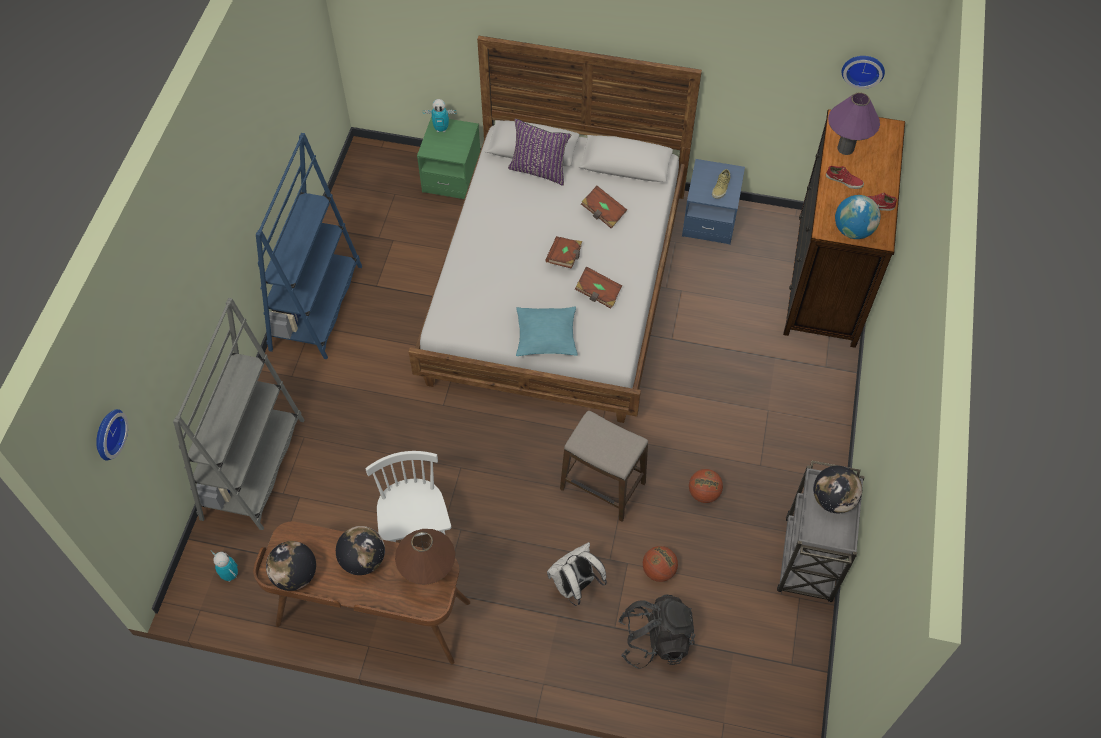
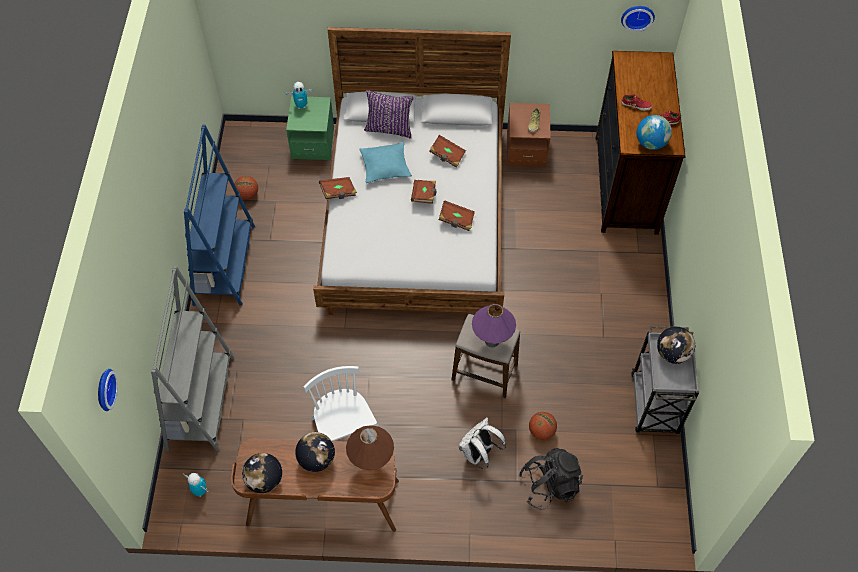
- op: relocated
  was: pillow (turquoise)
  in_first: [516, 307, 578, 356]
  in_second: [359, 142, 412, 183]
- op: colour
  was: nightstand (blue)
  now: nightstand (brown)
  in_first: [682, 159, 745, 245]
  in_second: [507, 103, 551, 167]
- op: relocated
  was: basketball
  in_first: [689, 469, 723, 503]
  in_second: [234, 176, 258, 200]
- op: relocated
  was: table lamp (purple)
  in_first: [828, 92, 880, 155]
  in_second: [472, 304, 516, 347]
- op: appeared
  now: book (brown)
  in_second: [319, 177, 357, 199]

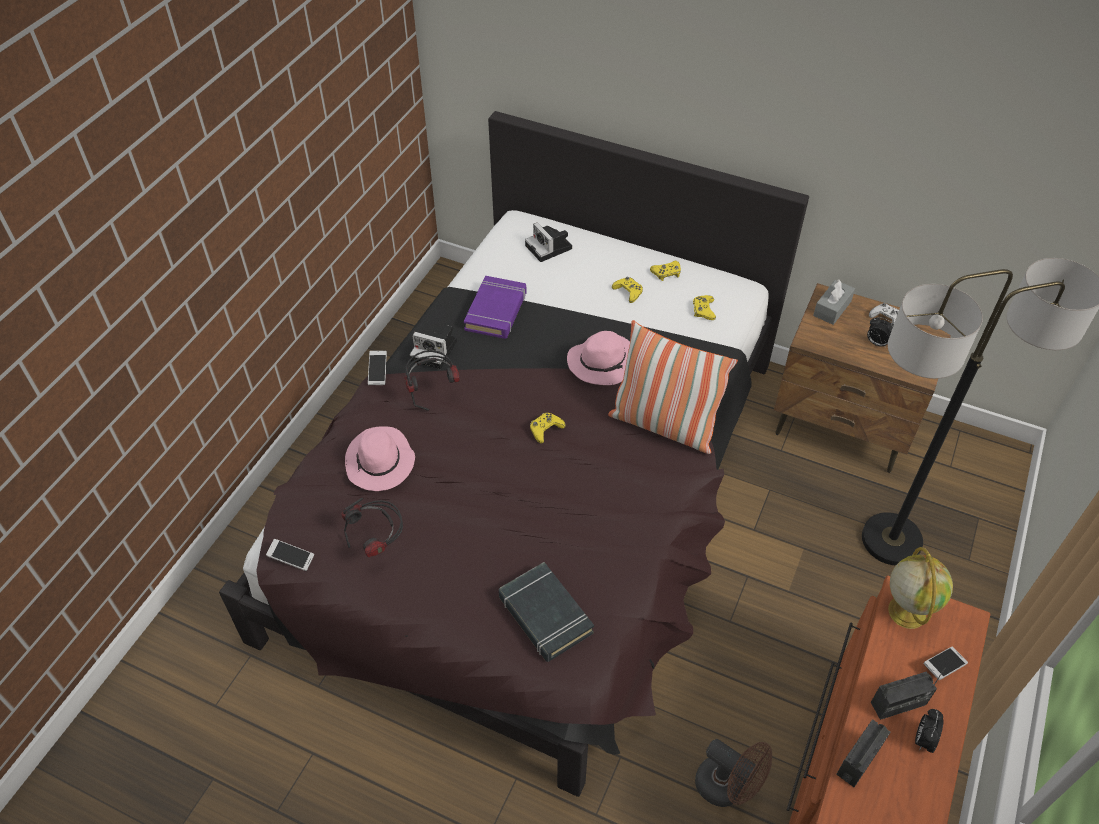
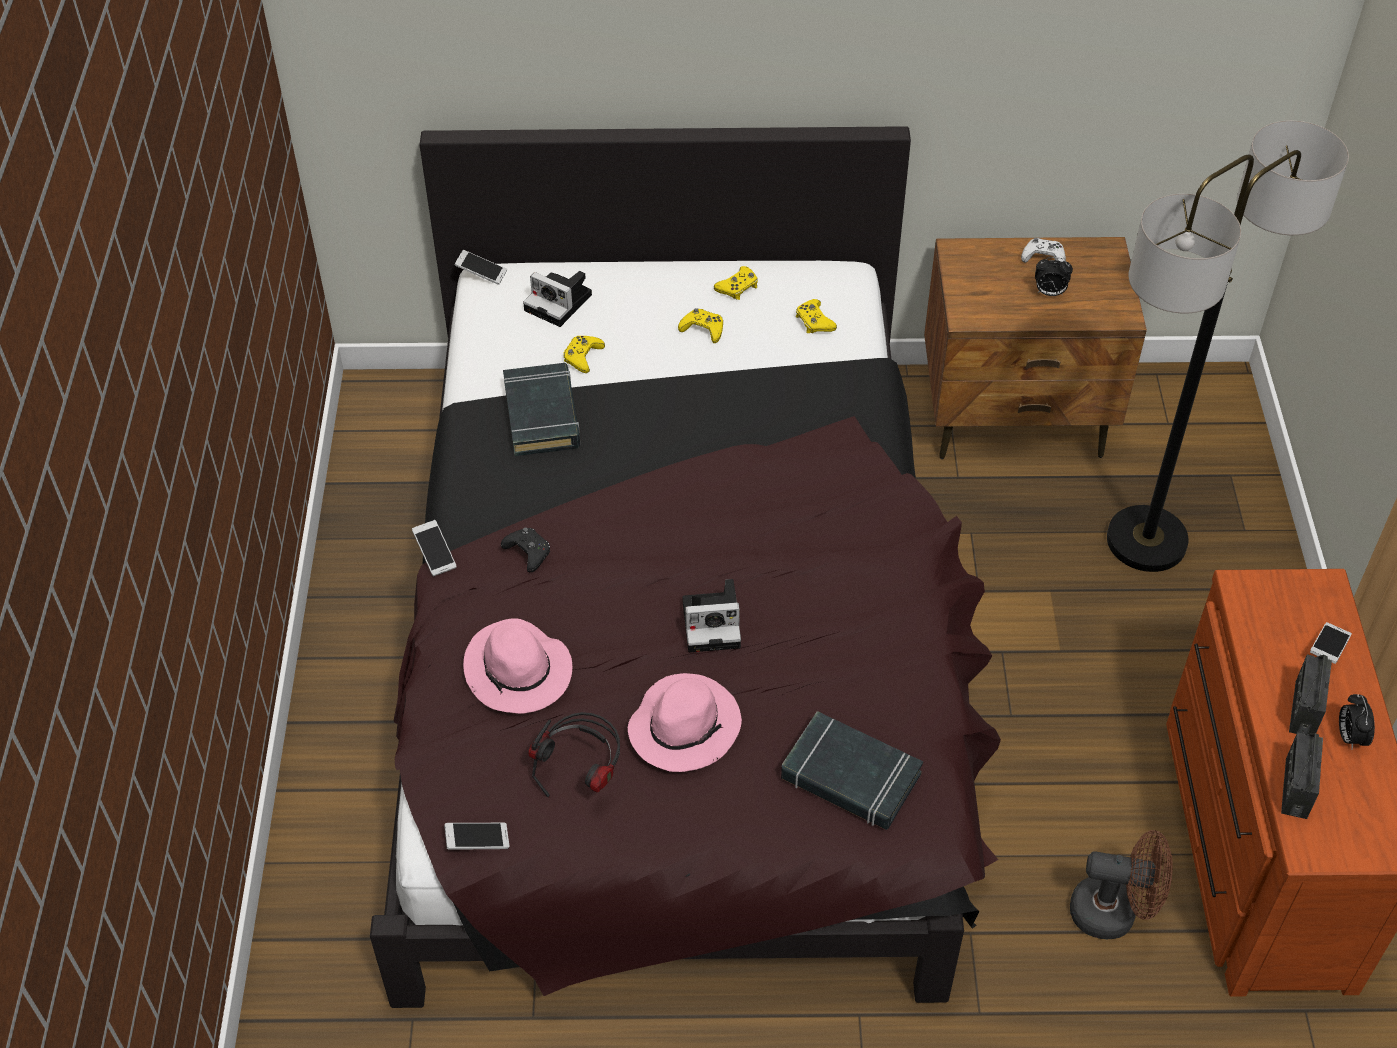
- op: exchanged
  was: headphones
  now: game controller (black)
  in_first: [404, 350, 460, 411]
  in_second: [501, 527, 550, 572]
- op: relocated
  was: photo camera
  in_first: [410, 326, 457, 369]
  in_second: [682, 579, 741, 652]
- op: colour
  was: book (purple)
  now: book (black)
  in_first: [464, 276, 527, 339]
  in_second: [503, 363, 580, 456]
- op: relocated
  was: game controller (yellow)
  in_first: [530, 413, 565, 443]
  in_second: [563, 336, 605, 373]
- op: relocated
  was: hat (pink)
  in_first: [567, 331, 630, 385]
  in_second: [628, 673, 742, 772]
- op: missing
  was: pillow
  in_first: [608, 320, 738, 454]
- op: missing
  was: tissue box (grey)
  in_first: [813, 280, 855, 325]
- op: spun
  was: radio
  in_first: [871, 668, 945, 720]
  in_second: [1289, 654, 1332, 735]
  clockwise: 150
- op: missing
  was: globe
  in_first: [888, 547, 953, 629]
- op: appeared
  now: phone
  in_second: [455, 250, 507, 285]

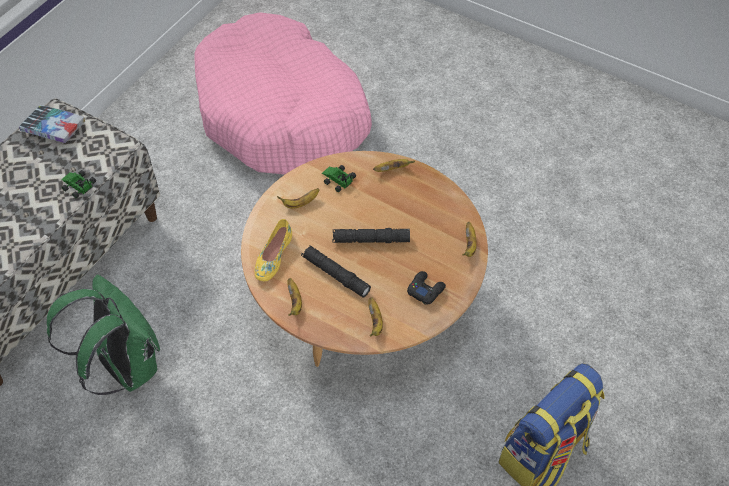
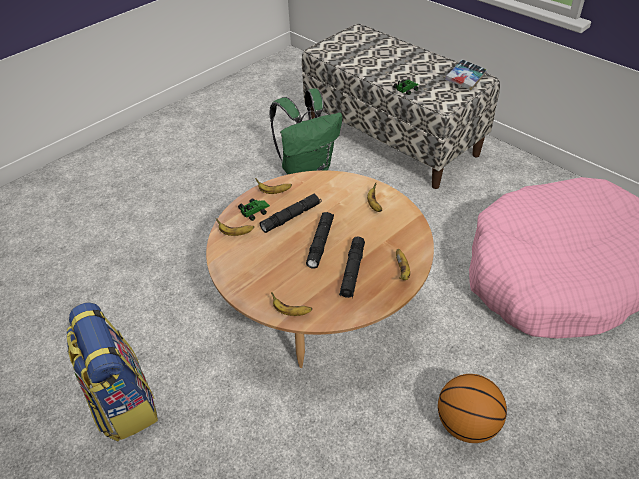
- op: missing
  was: shoe (yellow)
  in_first: [255, 219, 292, 281]
- op: relocated
  was: toy car
  in_first: [322, 165, 356, 192]
  in_second: [238, 198, 270, 221]
- op: missing
  was: game controller (black)
  in_first: [407, 271, 446, 305]
- op: appeared
  now: flashlight (black)
  in_second: [339, 237, 365, 298]
- op: appeared
  now: basketball
  in_second: [438, 374, 507, 443]

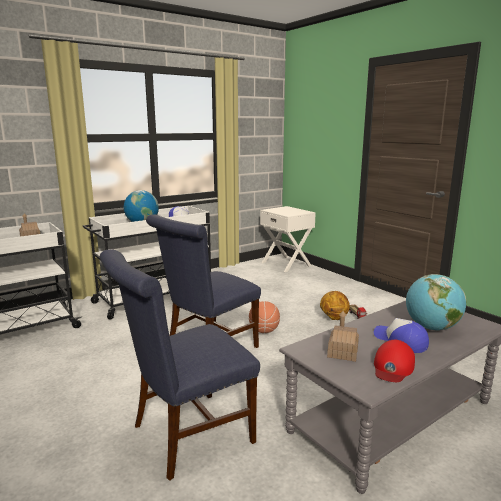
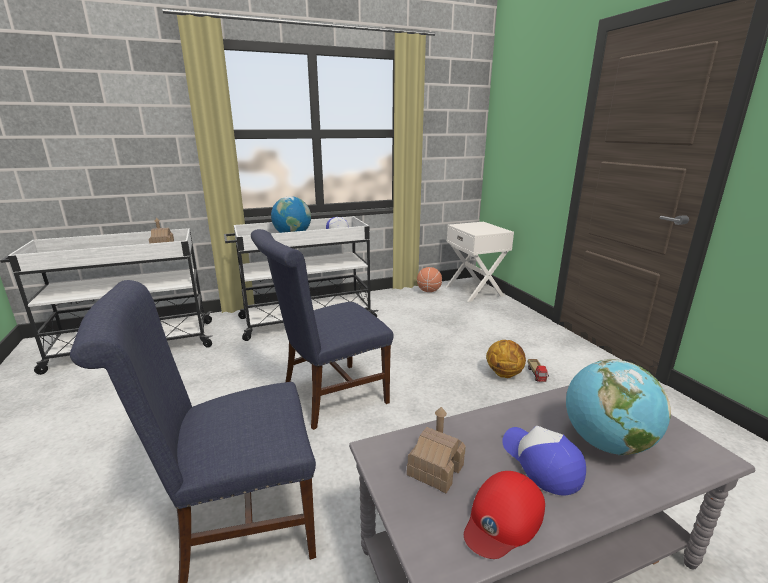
- op: relocated
  was: basketball
  in_first: [249, 301, 280, 333]
  in_second: [417, 267, 442, 292]

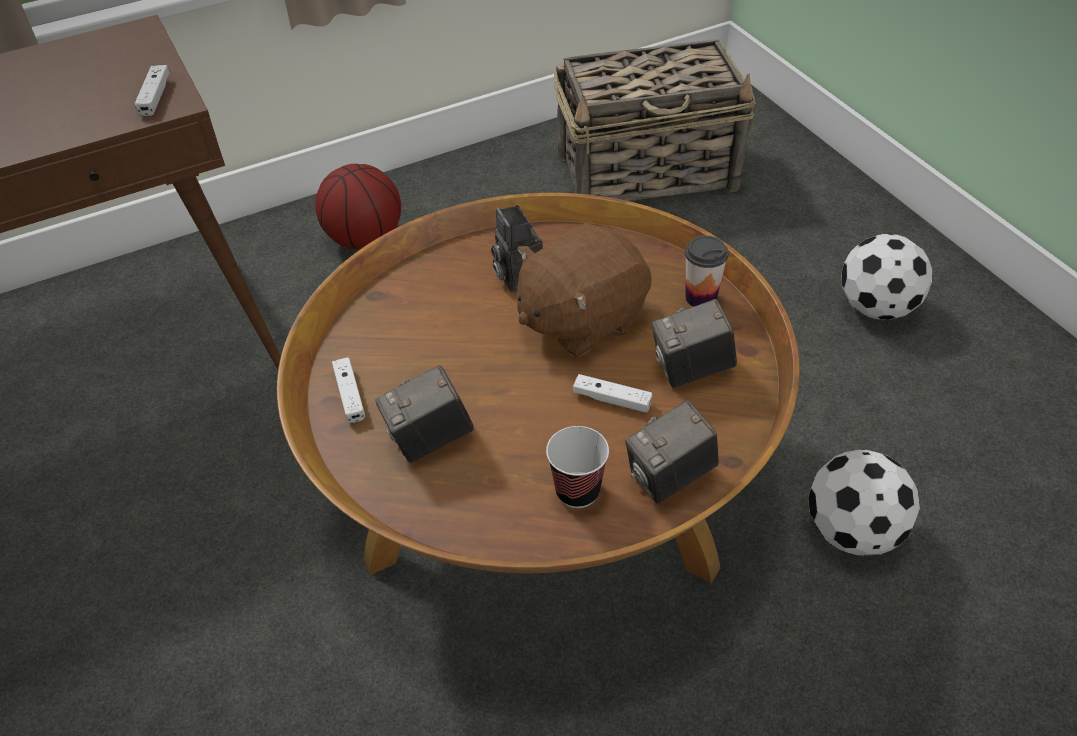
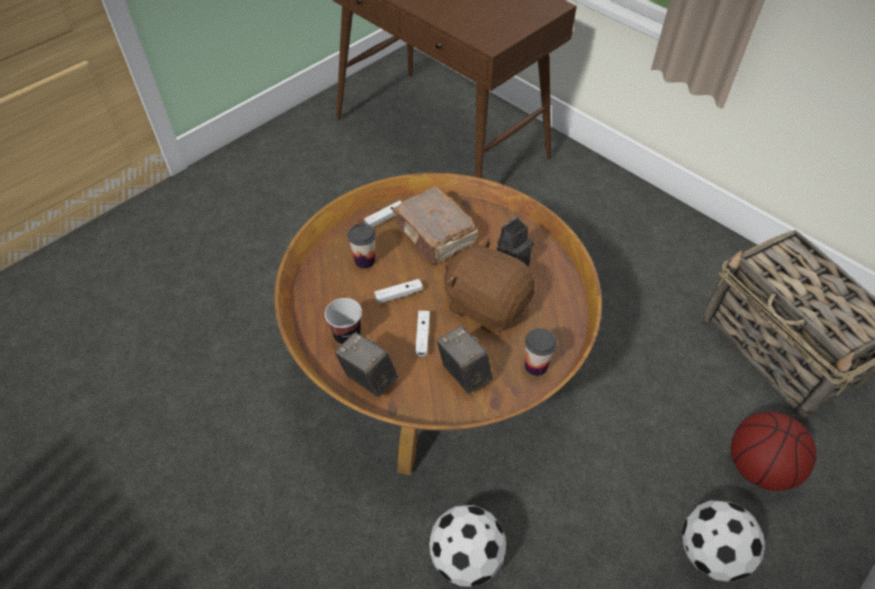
- op: relocated
  was: game controller (white)
  in_first: [134, 65, 170, 116]
  in_second: [374, 279, 423, 304]
- op: relocated
  was: basketball
  in_first: [315, 164, 401, 249]
  in_second: [731, 412, 816, 491]
- op: exchanged
  was: photo camera
  now: cup
  in_first: [375, 365, 474, 463]
  in_second: [348, 223, 376, 269]
- op: appeared
  now: book (brown)
  in_second: [393, 187, 478, 265]

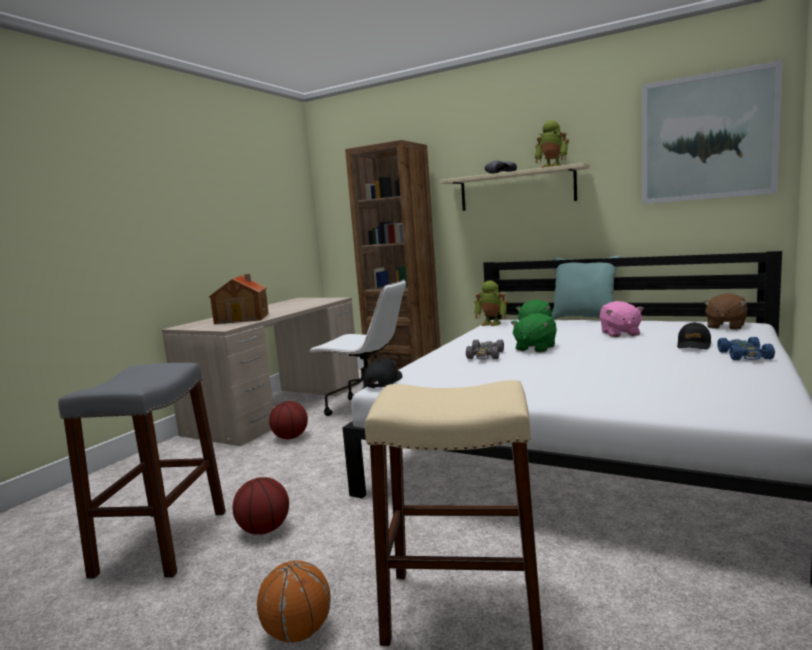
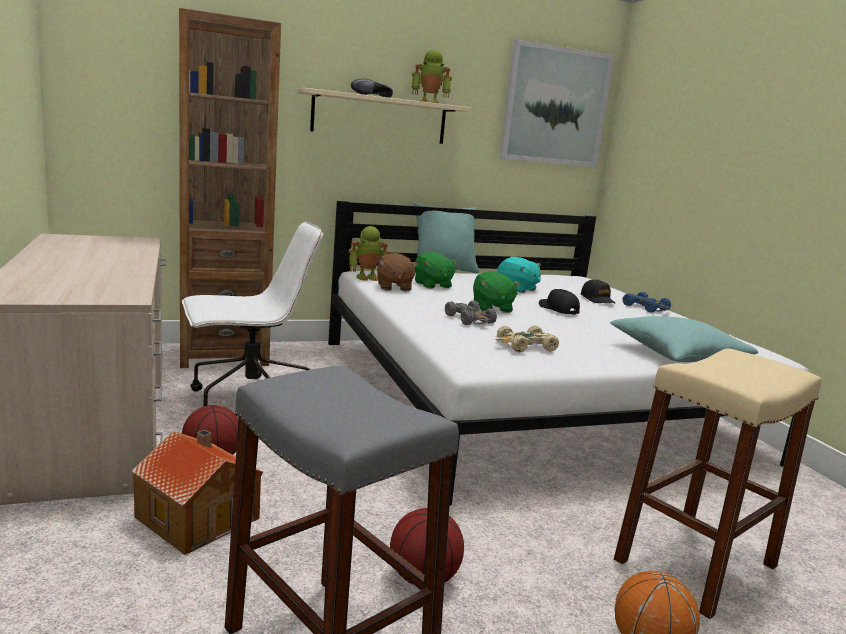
- op: relocated
  was: toy house
  in_first: [209, 274, 269, 324]
  in_second: [131, 430, 263, 555]
- op: relocated
  was: cap (black)
  in_first: [364, 358, 403, 388]
  in_second: [539, 289, 580, 315]
- op: colour
  was: plush toy (pink)
  now: plush toy (turquoise)
  in_first: [600, 301, 644, 337]
  in_second: [497, 257, 541, 293]
- op: relocated
  was: plush toy (brown)
  in_first: [703, 293, 748, 330]
  in_second: [377, 253, 418, 291]
- op: appeared
  now: toy car (beige)
  in_second: [495, 325, 559, 352]
- op: appeared
  now: pillow (turquoise)
  in_second: [610, 316, 758, 362]

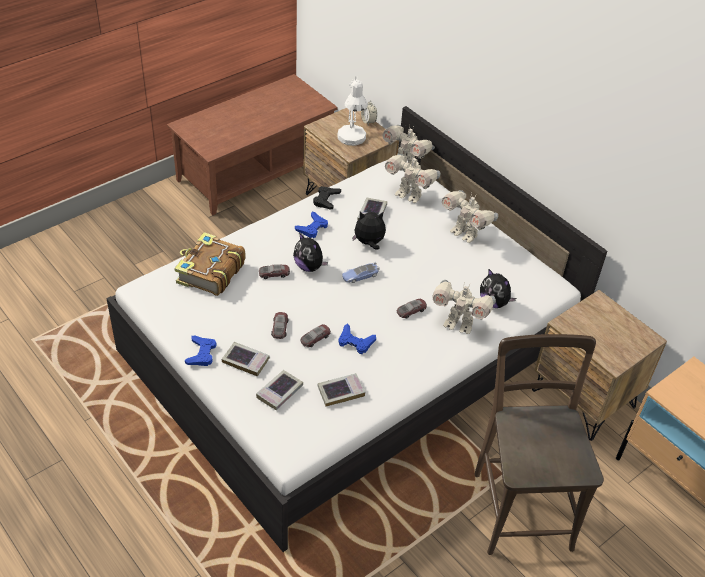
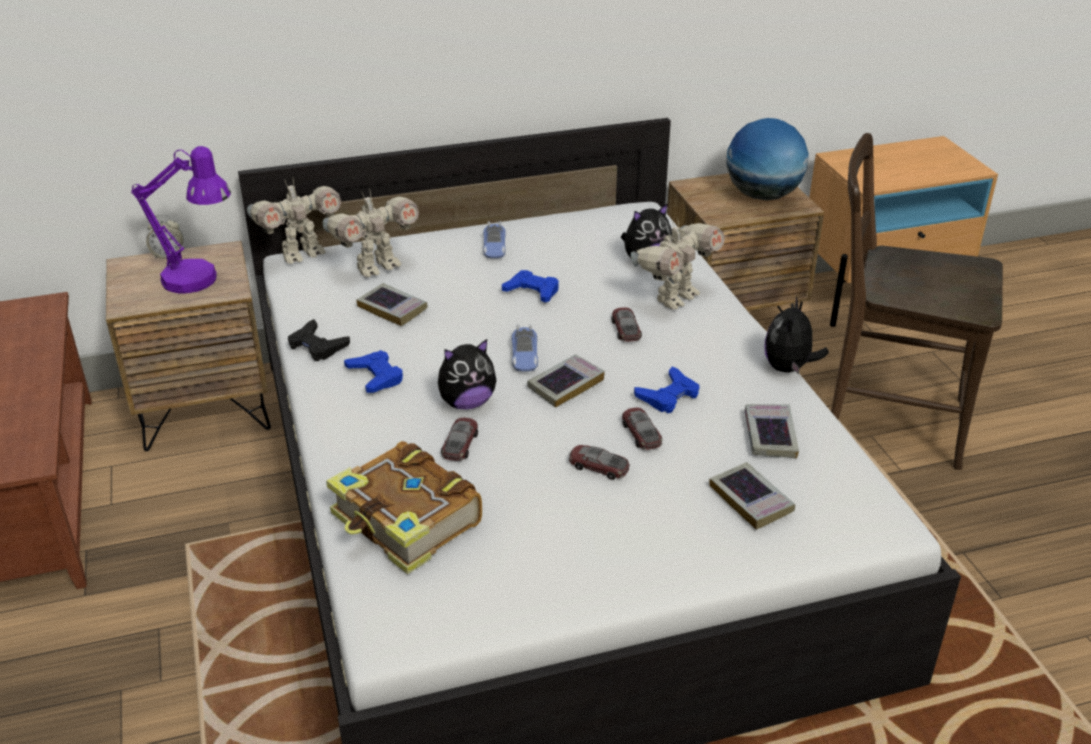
- op: relocated
  was: game controller (blue)
  in_first: [185, 336, 217, 366]
  in_second: [502, 270, 559, 302]
- op: relocated
  was: book
  in_first: [221, 342, 270, 377]
  in_second: [527, 355, 605, 408]
- op: colour
  was: table lamp (white)
  now: table lamp (purple)
  in_first: [337, 76, 368, 146]
  in_second: [131, 146, 231, 294]
- op: relocated
  was: plush toy
  in_first: [352, 212, 386, 250]
  in_second: [765, 297, 829, 374]
- op: exchanged
  was: toy robot
  now: toy car
  in_first: [442, 190, 498, 243]
  in_second: [483, 221, 506, 258]
- op: appeared
  now: globe
  in_second: [726, 118, 809, 201]

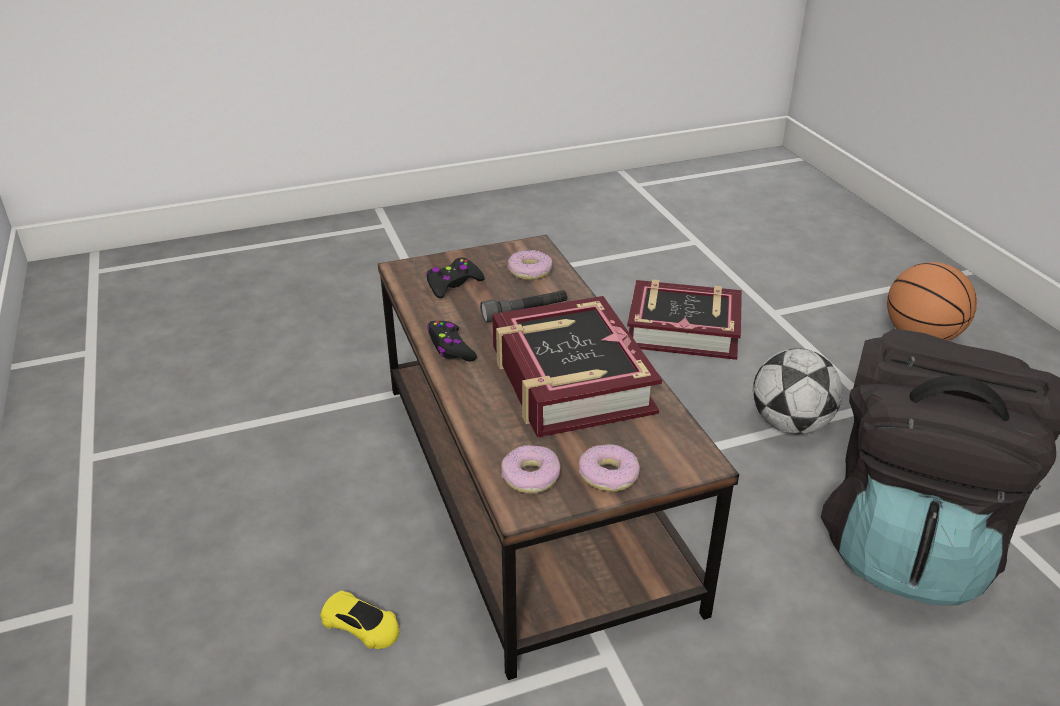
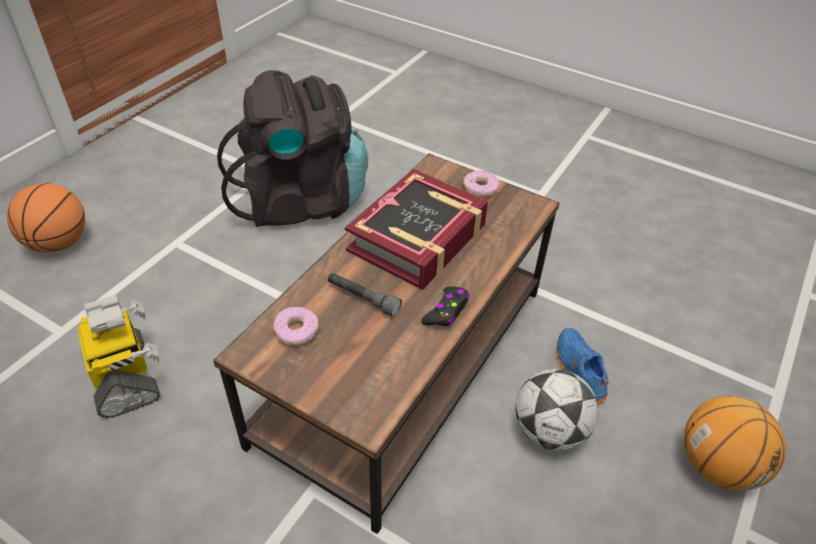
- op: exchanged
  was: toy car (yellow)
  now: shoe (blue)
  in_first: [320, 591, 399, 649]
  in_second: [556, 328, 609, 403]
- op: missing
  was: game controller (black)
  in_first: [426, 257, 485, 298]
- op: missing
  was: donut
  in_first: [501, 445, 561, 494]
- op: exchanged
  was: book
  now: toy robot
  in_first: [627, 279, 742, 360]
  in_second: [78, 295, 160, 418]
- op: relocated
  was: football
  in_first: [753, 348, 842, 435]
  in_second: [516, 369, 598, 451]
- op: appeared
  now: basketball
  in_second: [684, 396, 786, 491]

